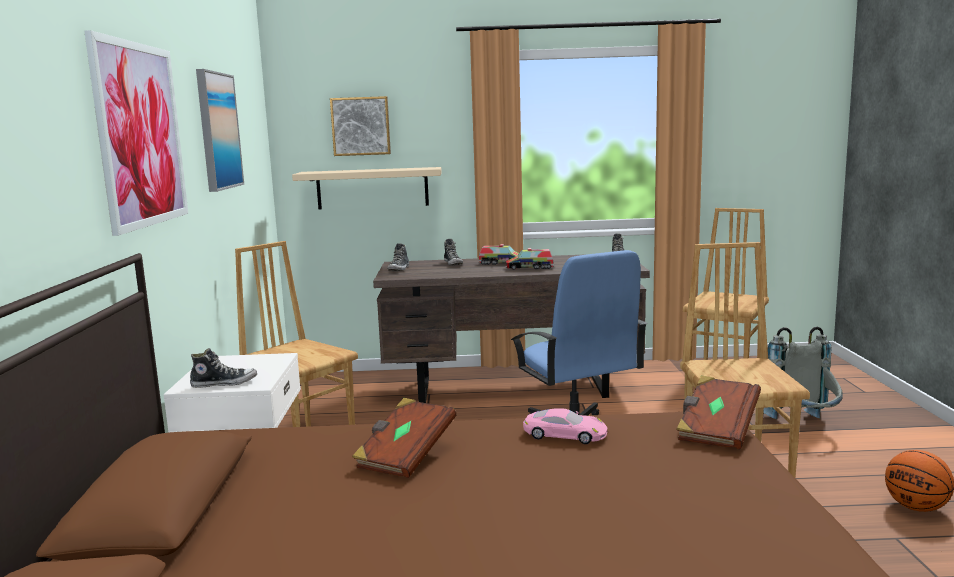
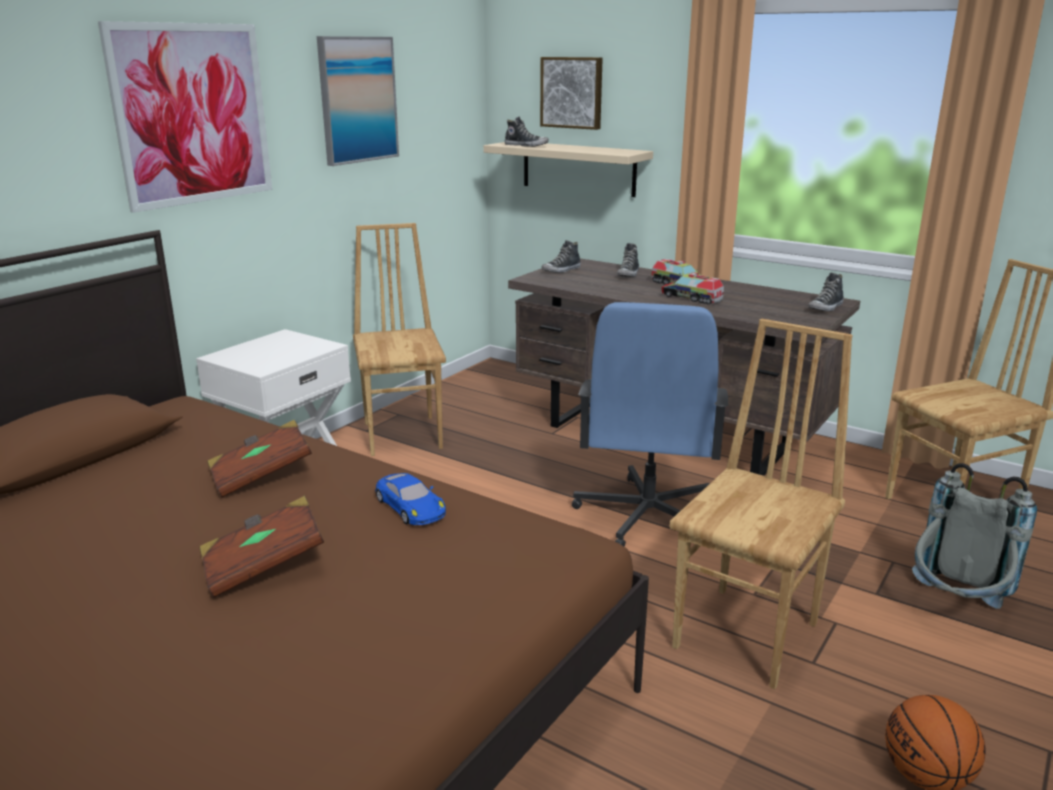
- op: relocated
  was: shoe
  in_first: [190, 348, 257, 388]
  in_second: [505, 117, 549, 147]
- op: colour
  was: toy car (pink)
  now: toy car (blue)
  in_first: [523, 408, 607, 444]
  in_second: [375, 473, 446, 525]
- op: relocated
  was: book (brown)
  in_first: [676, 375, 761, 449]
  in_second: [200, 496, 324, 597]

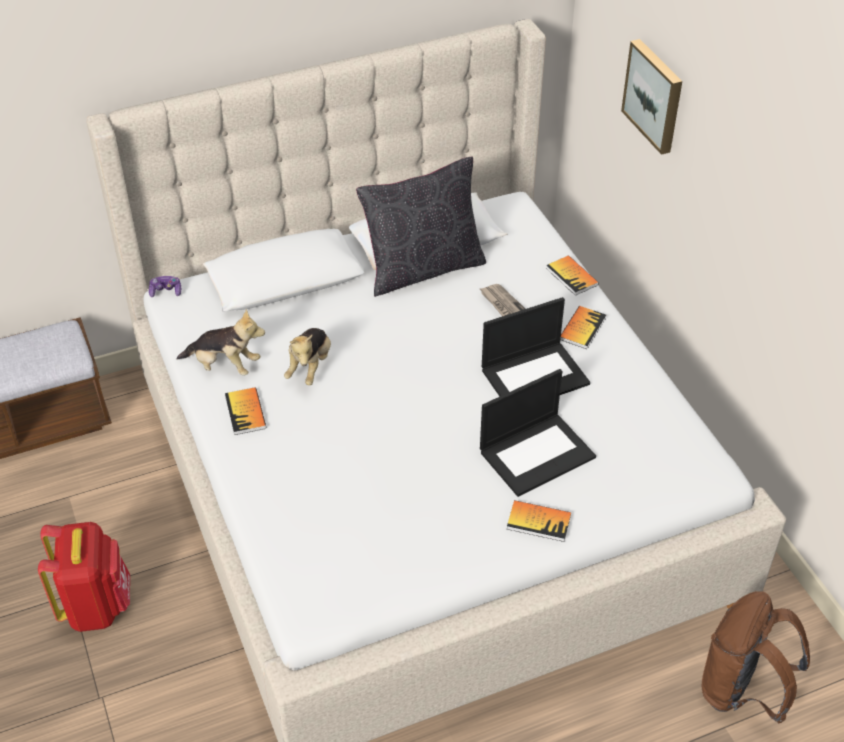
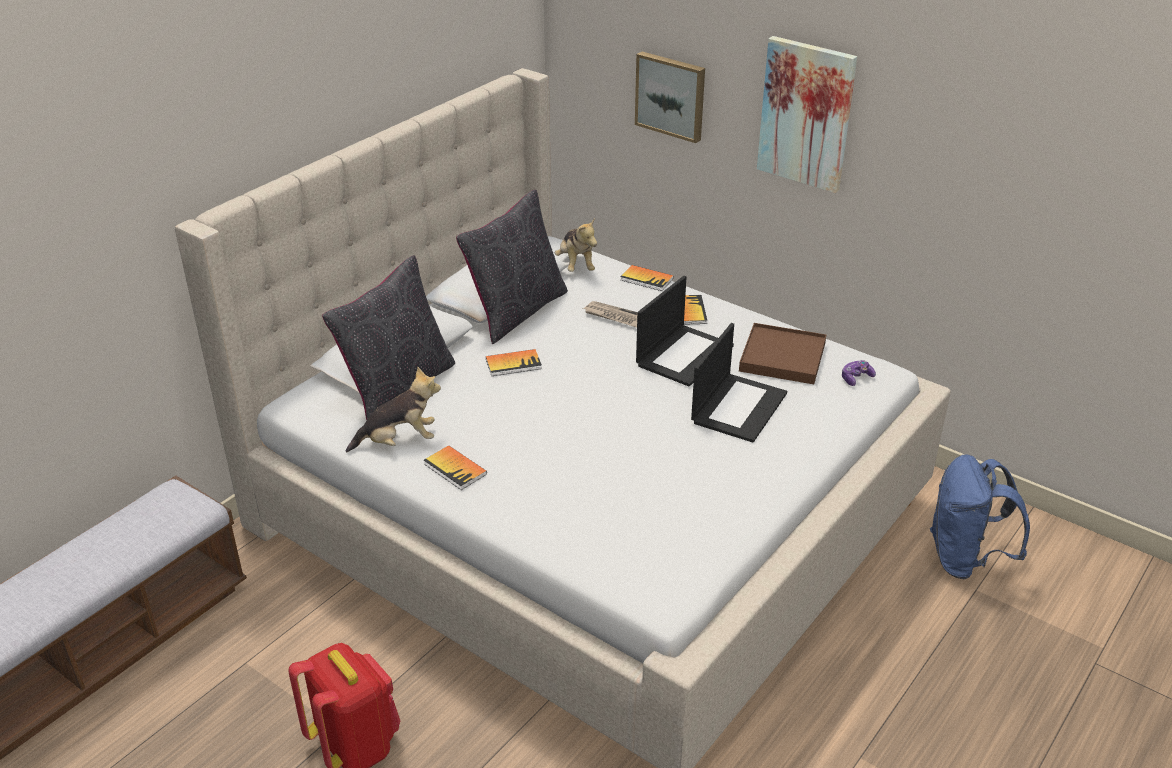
- op: relocated
  was: game controller
  in_first: [149, 276, 181, 297]
  in_second: [842, 360, 876, 386]
- op: relocated
  was: plush toy
  in_first: [284, 328, 331, 385]
  in_second: [555, 218, 597, 272]
- op: relocated
  was: book
  in_first: [507, 500, 571, 542]
  in_second: [486, 349, 542, 376]
- op: colour
  was: backpack (brown)
  now: backpack (blue)
  in_first: [702, 591, 810, 723]
  in_second: [930, 455, 1030, 579]
- op: appeared
  now: pillow (black)
  in_second: [322, 255, 455, 421]
- op: appeared
  now: tray (brown)
  in_second: [739, 323, 826, 384]
- op: appeared
  now: picture
  in_second: [757, 36, 857, 193]

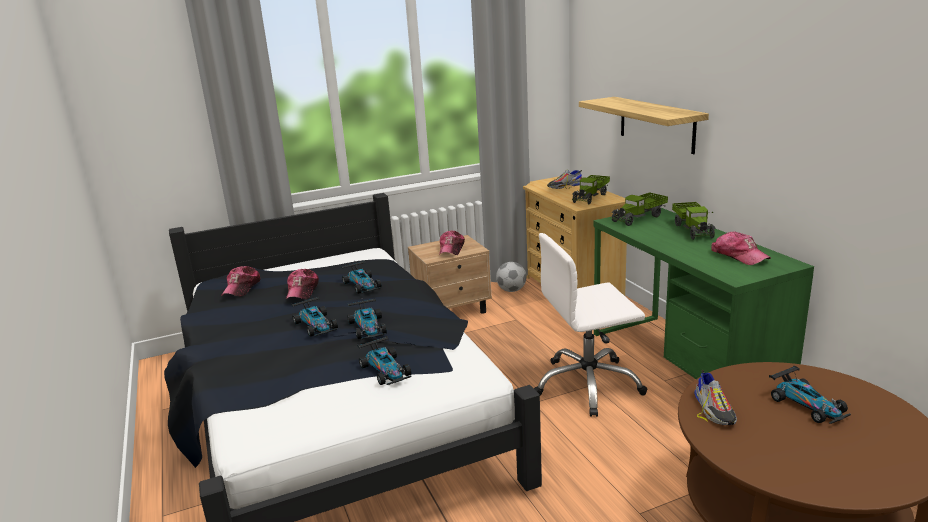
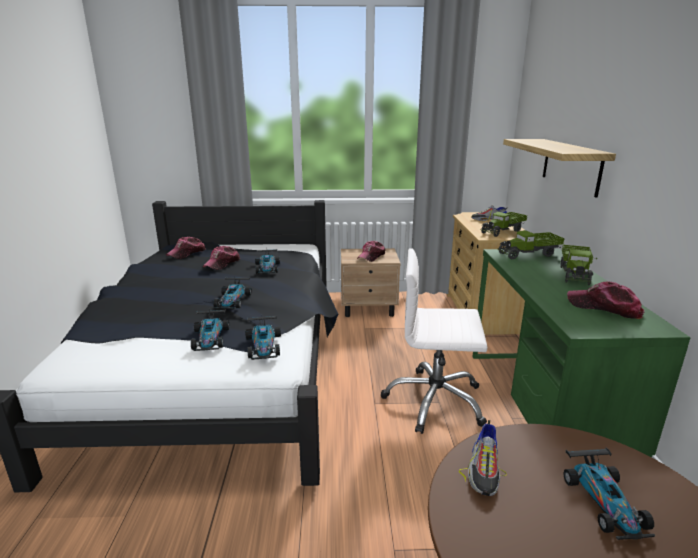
- op: relocated
  was: toy car
  in_first: [291, 296, 338, 337]
  in_second: [245, 314, 281, 360]
- op: missing
  was: football
  in_first: [496, 262, 527, 292]
- op: spun
  was: cap
  in_first: [711, 231, 771, 265]
  in_second: [567, 281, 644, 319]
  clockwise: 135

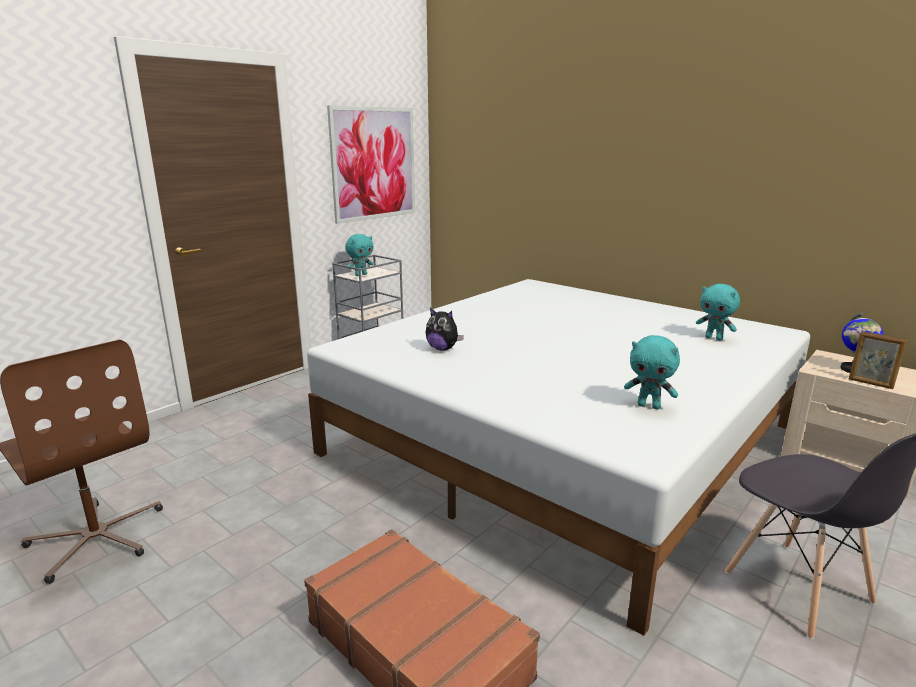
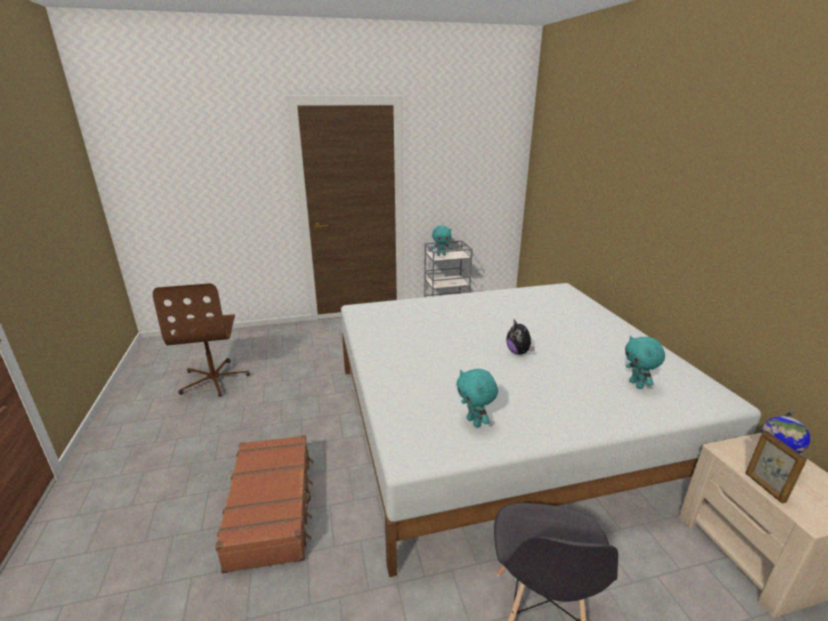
- op: missing
  was: picture
  in_first: [327, 105, 415, 224]
- op: relocated
  was: plush toy
  in_first: [426, 307, 464, 351]
  in_second: [506, 320, 535, 355]

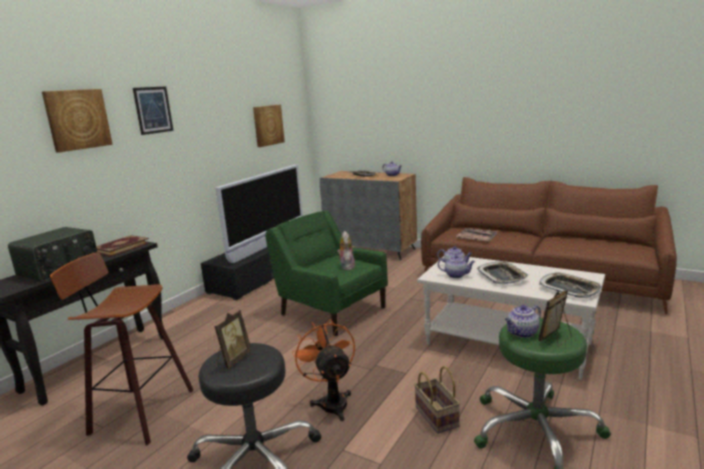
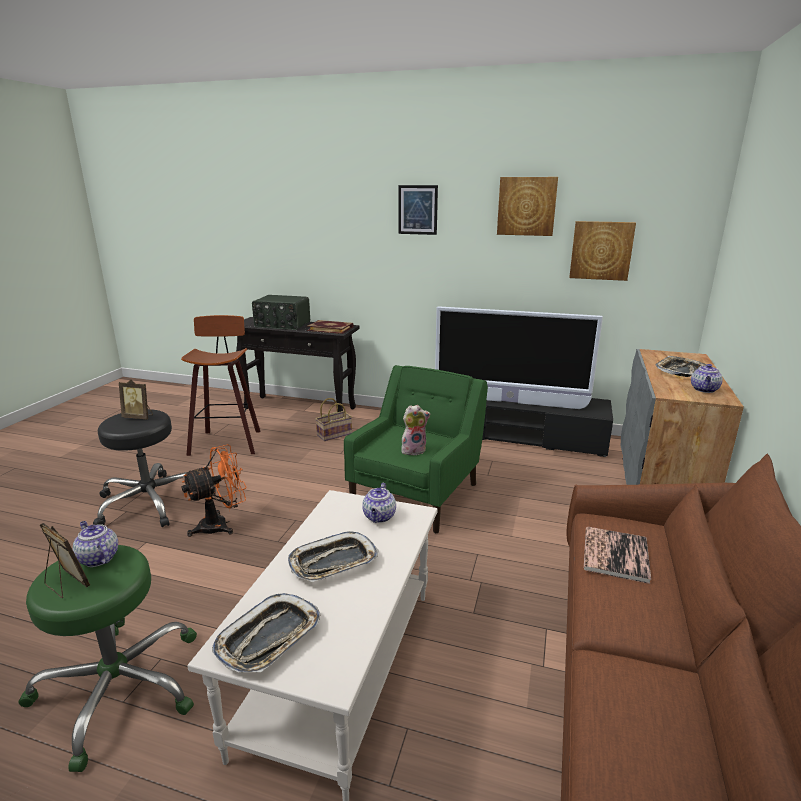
- op: relocated
  was: picture
  in_first: [42, 89, 113, 153]
  in_second: [497, 177, 558, 236]
- op: relocated
  was: basket
  in_first: [414, 366, 460, 434]
  in_second: [315, 398, 352, 441]
- op: missing
  was: teapot
  in_first: [438, 255, 475, 278]

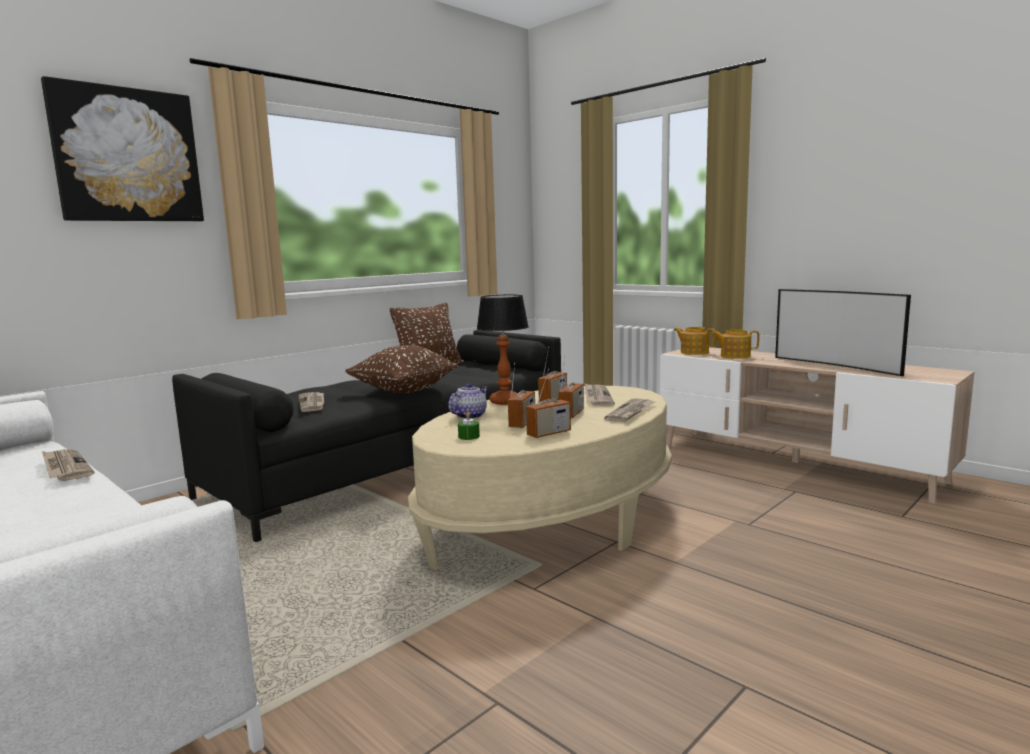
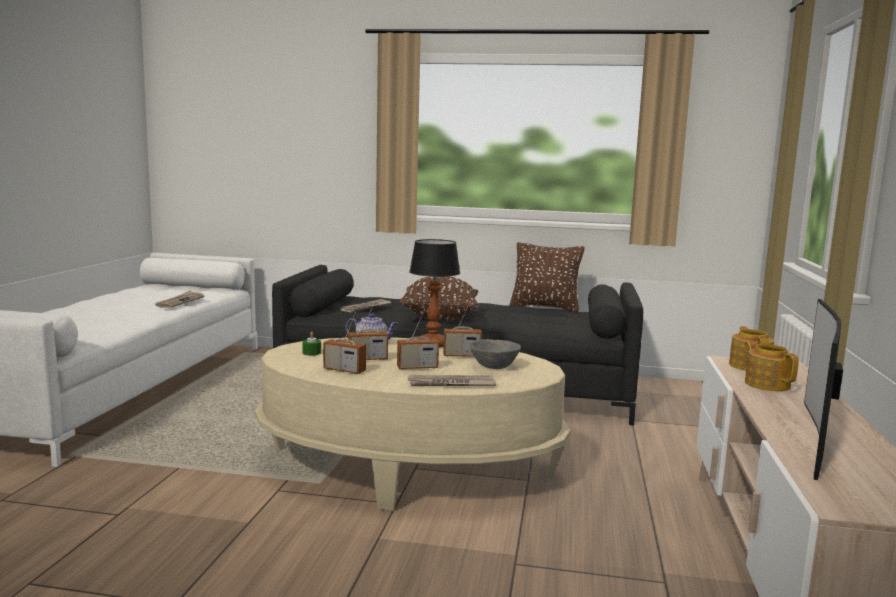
- op: missing
  was: picture
  in_first: [41, 76, 204, 221]
- op: exchanged
  was: newspaper
  now: bowl (grey)
  in_first: [585, 384, 615, 406]
  in_second: [470, 339, 521, 369]

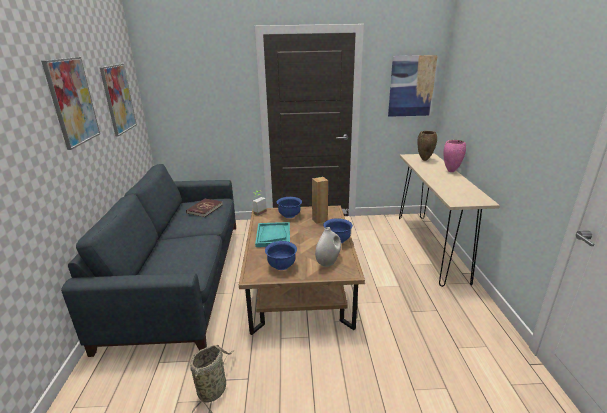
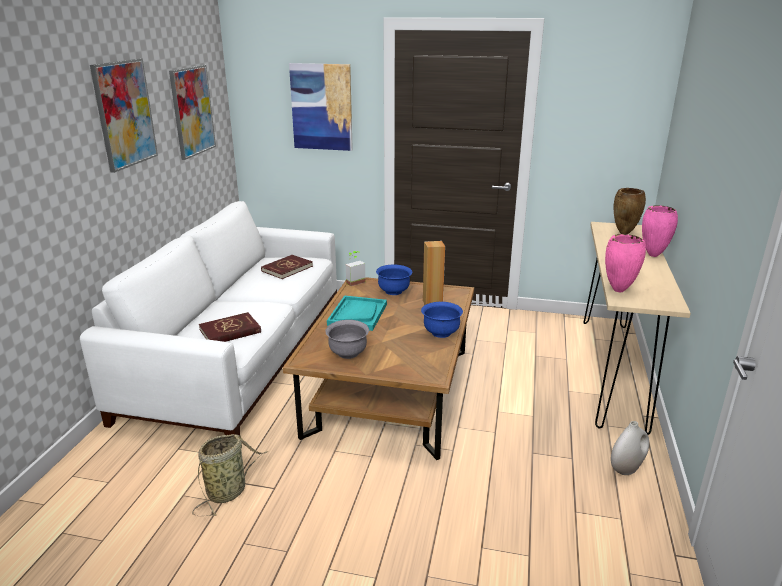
- op: colour
  was: sofa (blue)
  now: sofa (white)
  in_first: [61, 164, 236, 357]
  in_second: [80, 201, 337, 435]
- op: colour
  was: bowl (blue)
  now: bowl (grey)
  in_first: [265, 241, 297, 270]
  in_second: [325, 320, 369, 359]
- op: relocated
  was: vase (white)
  in_first: [315, 227, 341, 267]
  in_second: [611, 421, 649, 475]
- op: relocated
  was: picture
  in_first: [388, 55, 438, 117]
  in_second: [289, 63, 353, 151]
- op: appeared
  now: book (red)
  in_second: [199, 312, 261, 342]
- op: appeared
  now: vase (pink)
  in_second: [605, 234, 646, 292]

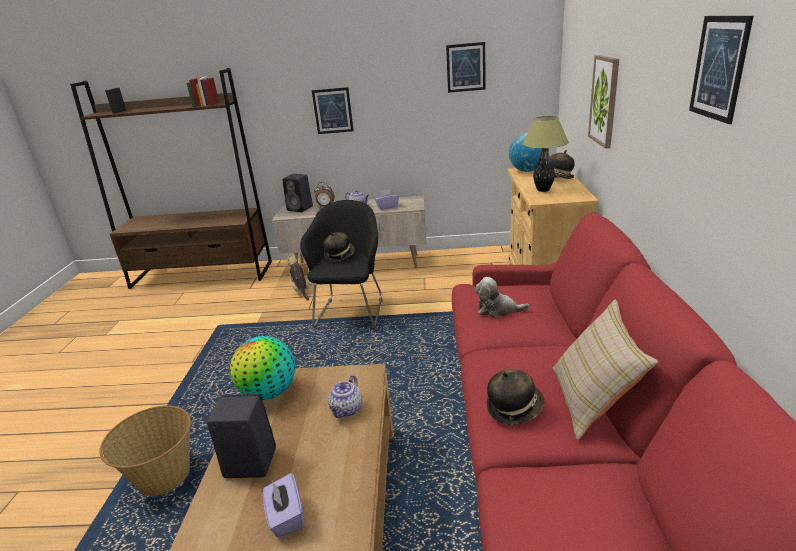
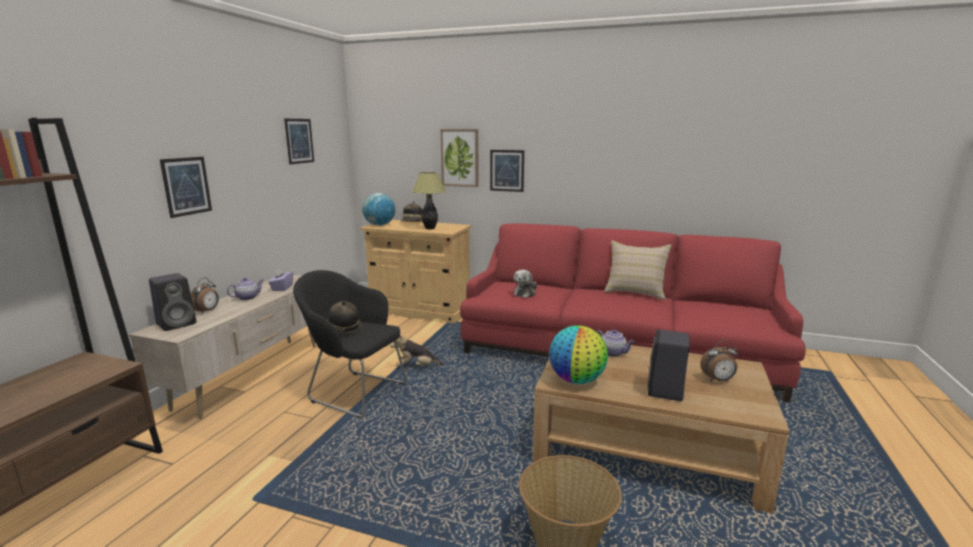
- op: exchanged
  was: tissue box (purple)
  now: alarm clock
  in_first: [263, 473, 304, 537]
  in_second: [700, 340, 738, 381]
- op: relocated
  was: plush toy
  in_first: [286, 253, 312, 300]
  in_second: [390, 334, 445, 366]
- op: missing
  was: hat
  in_first: [487, 369, 544, 425]
- op: relocated
  was: picture
  in_first: [689, 16, 754, 124]
  in_second: [490, 150, 524, 192]

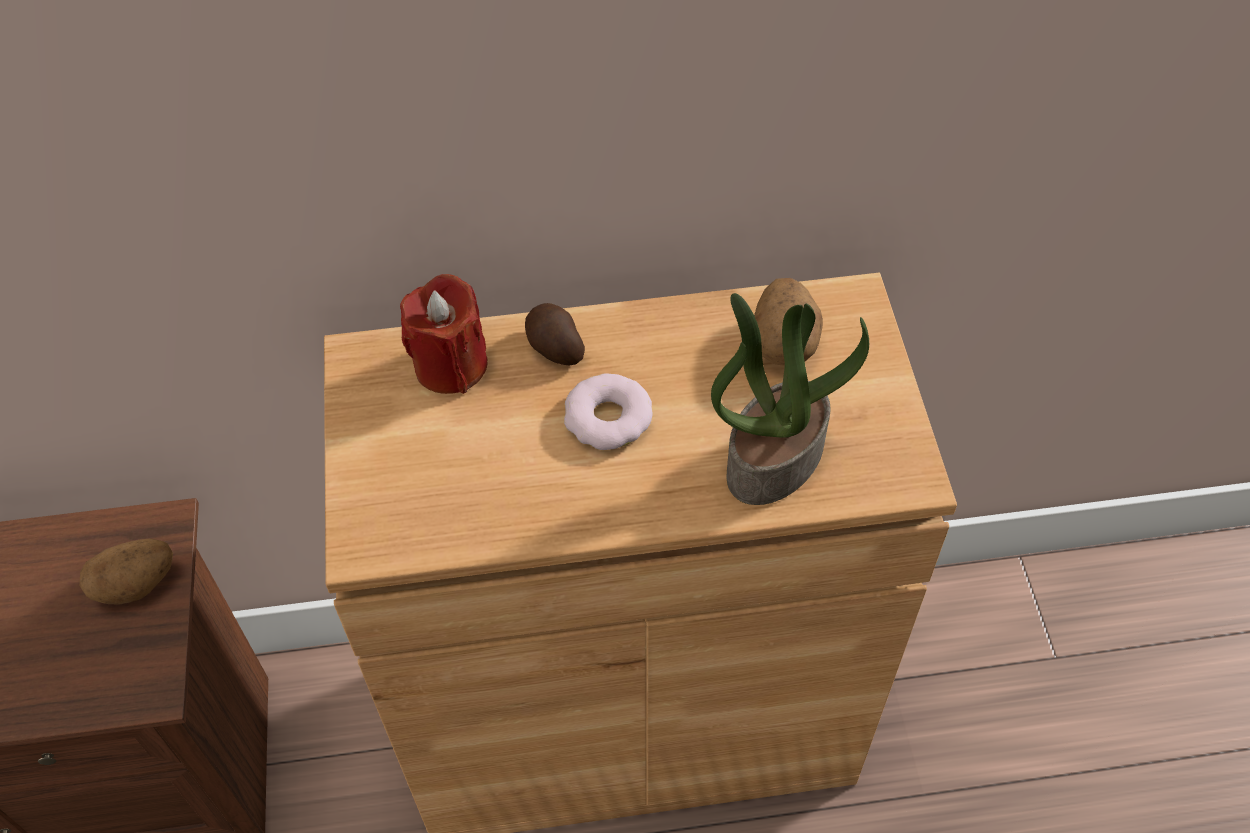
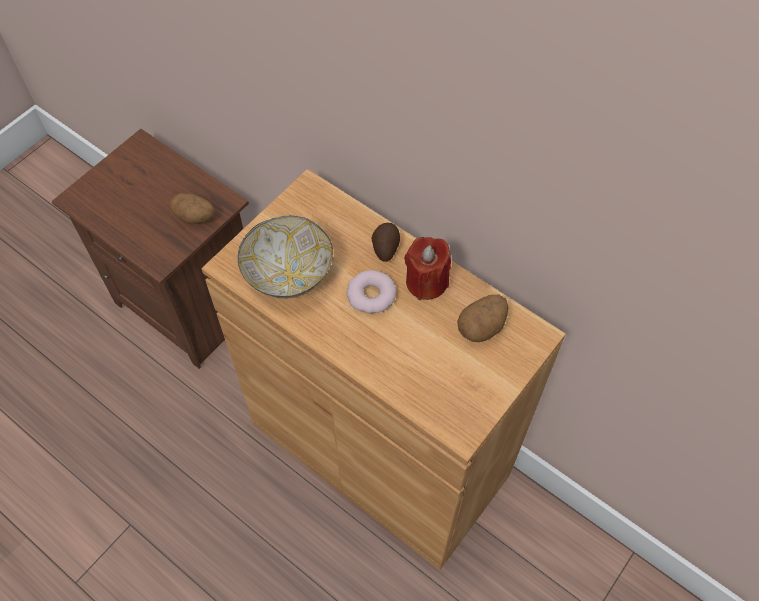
- op: relocated
  was: candle (red)
  in_first: [400, 274, 488, 394]
  in_second: [404, 237, 451, 300]
- op: missing
  was: potted plant
  in_first: [711, 293, 869, 505]
- op: appeared
  now: bowl
  in_second: [238, 216, 333, 299]

